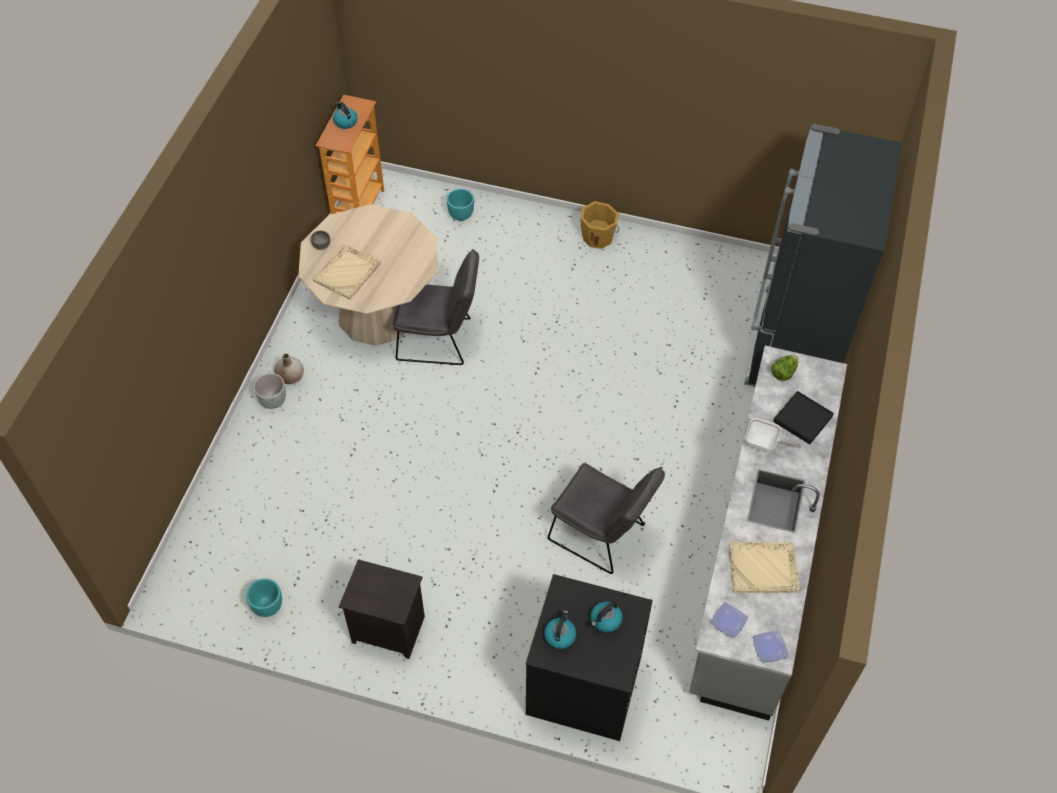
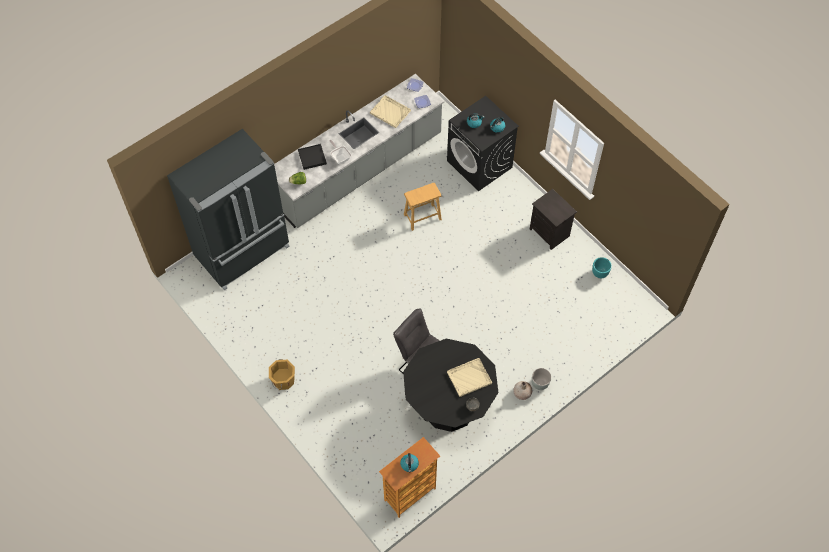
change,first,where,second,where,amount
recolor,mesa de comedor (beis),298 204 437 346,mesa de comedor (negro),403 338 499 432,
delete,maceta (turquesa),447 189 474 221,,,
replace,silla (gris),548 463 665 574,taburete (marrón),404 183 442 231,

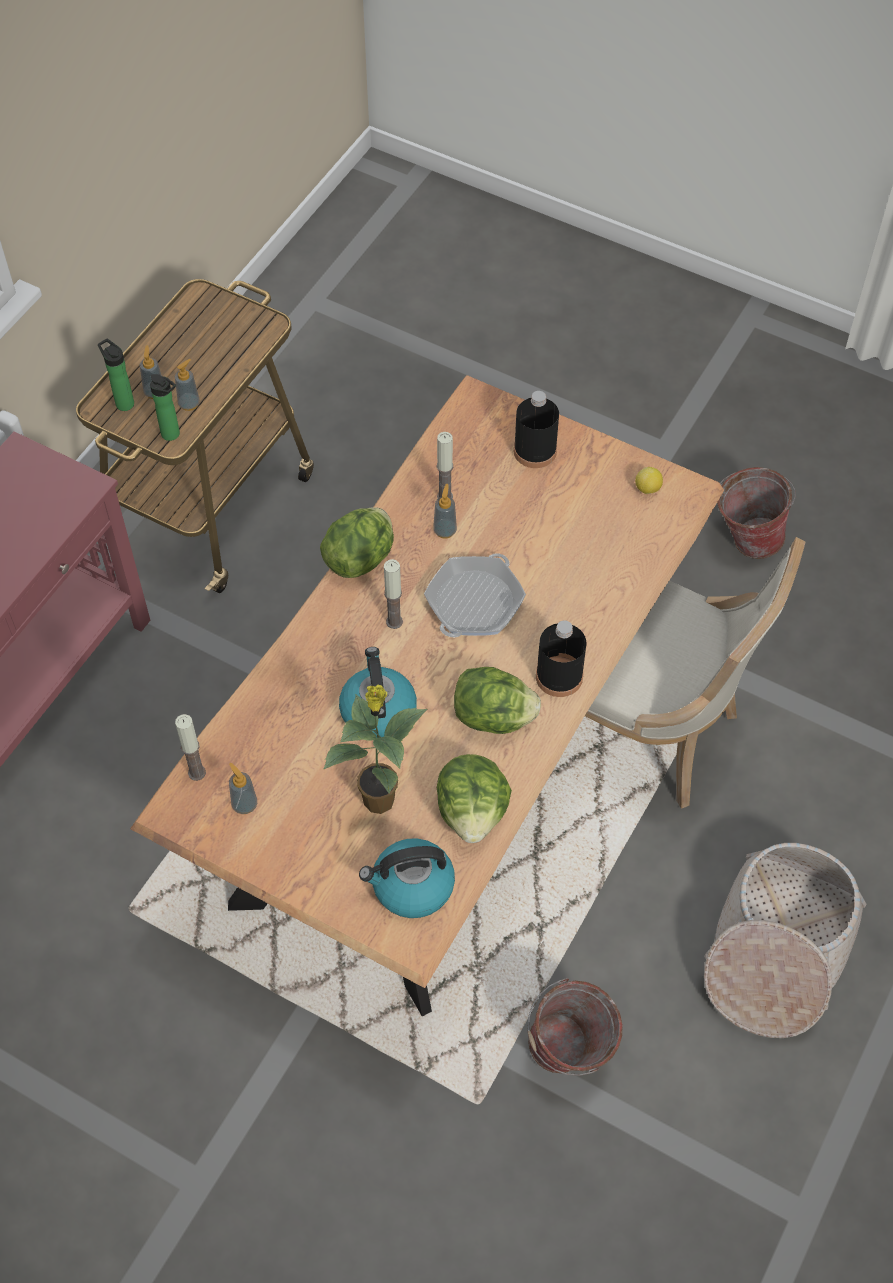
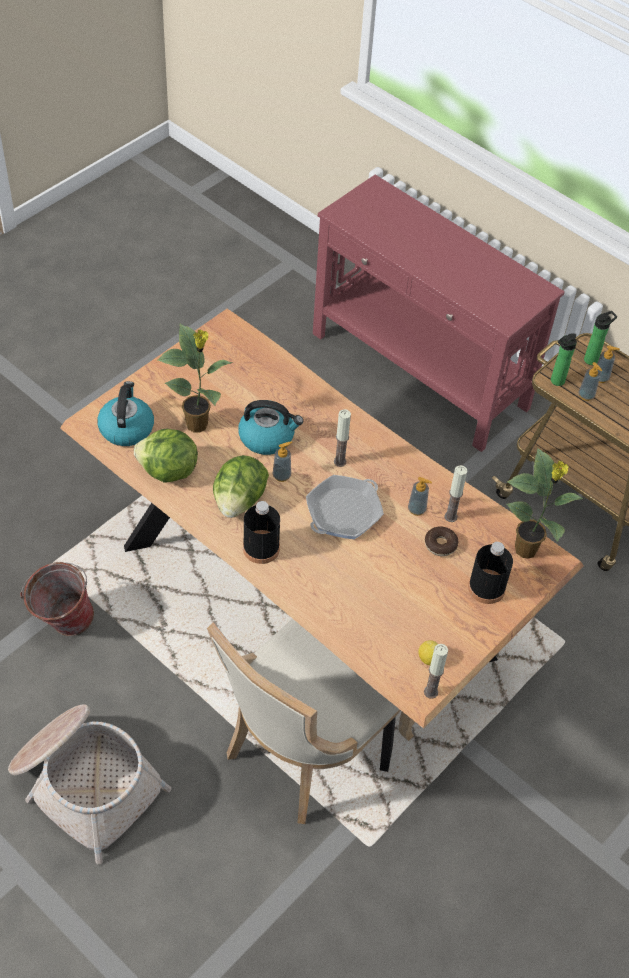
change,first,where,second,where,amount
move,vela,175 714 206 781,,424 644 448 699,
move,dispensador de jabón,229 763 257 814,,273 441 292 482,
delete,lechuga,320 507 394 578,,,
rotate,sartén,424 553 526 637,,306 475 384 539,90 degrees counterclockwise
delete,cubo,717 467 796 559,,,
insert,,,rosquilla,425 527 458 556,
insert,,,planta en maceta,506 448 584 559,

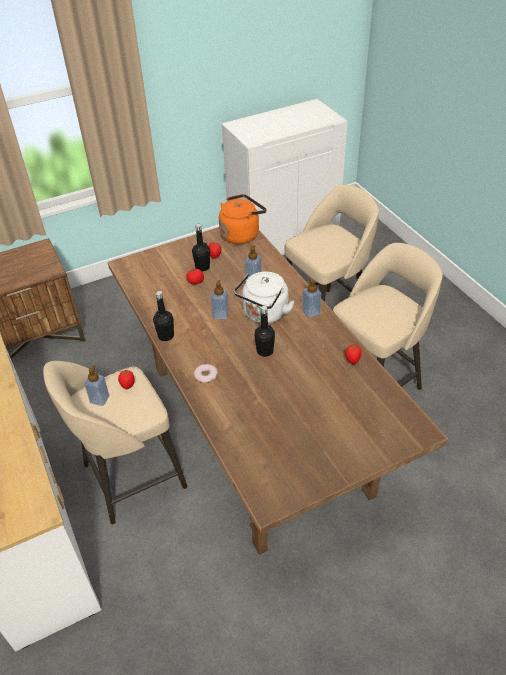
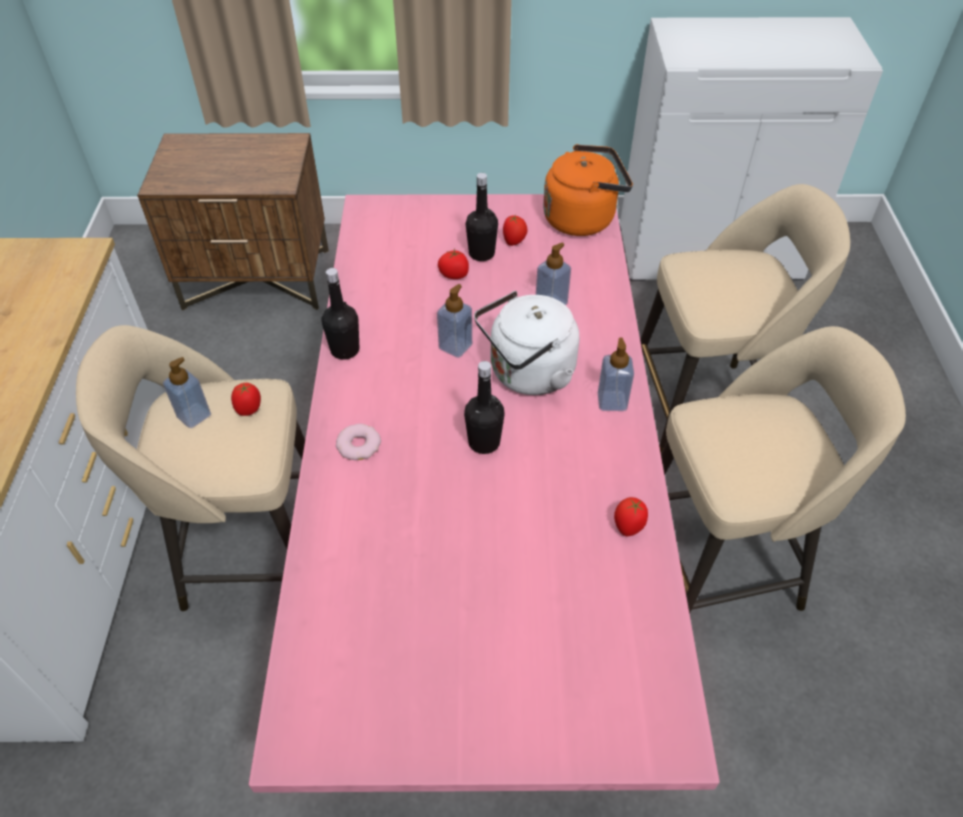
change,first,where,second,where,amount
recolor,mesa de comedor (marrón),108 227 448 555,mesa de comedor (rosa),249 194 720 793,

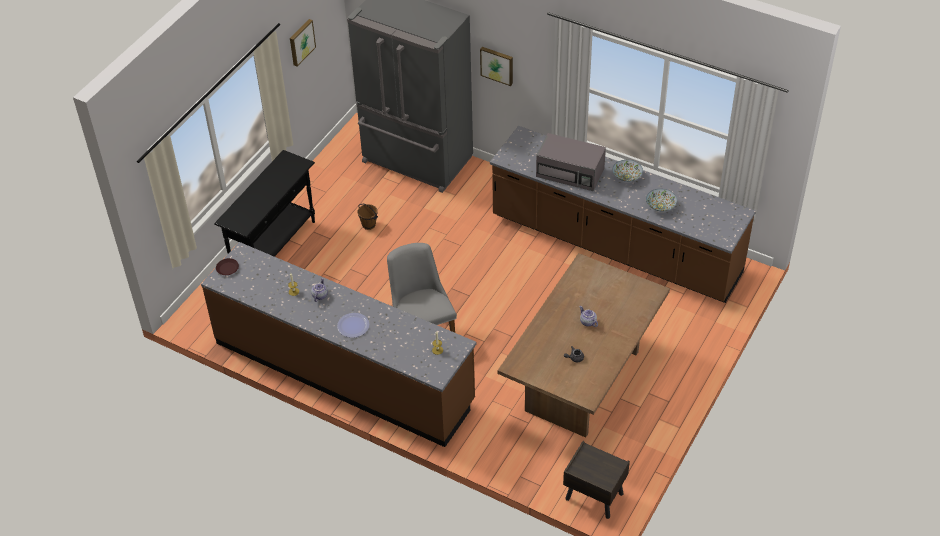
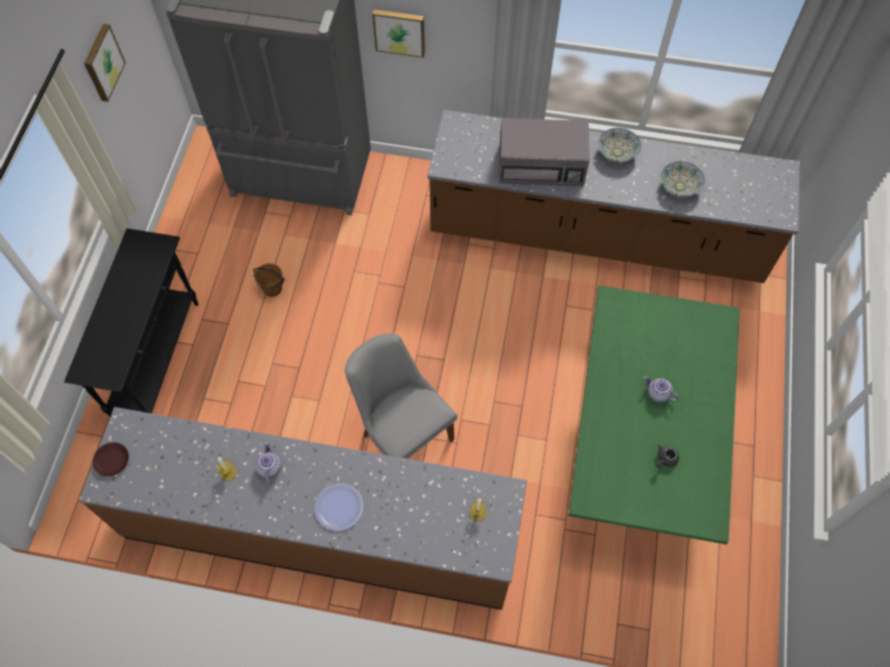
change,first,where,second,where,amount
recolor,mesa de comedor (marrón),498 253 670 438,mesa de comedor (verde),568 285 740 544,
delete,mesita de noche (marrón),563 441 630 519,,,

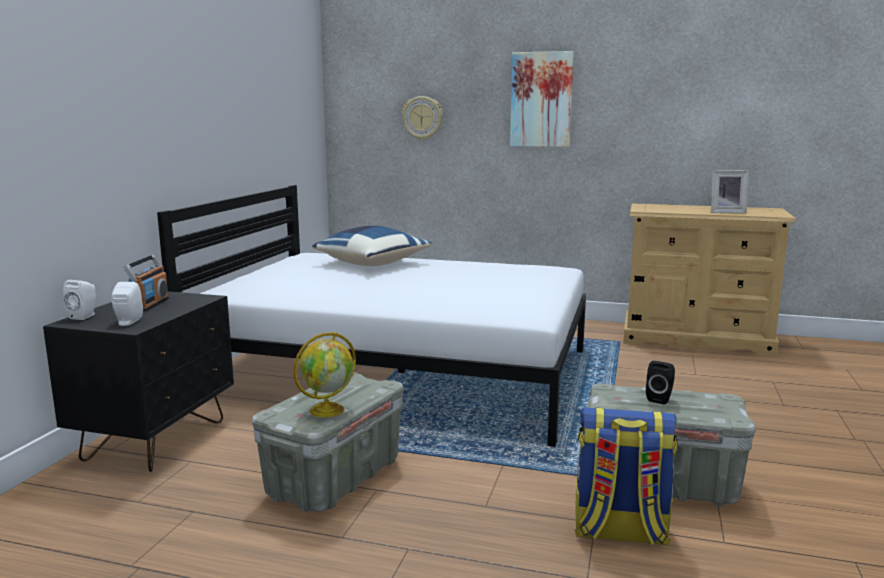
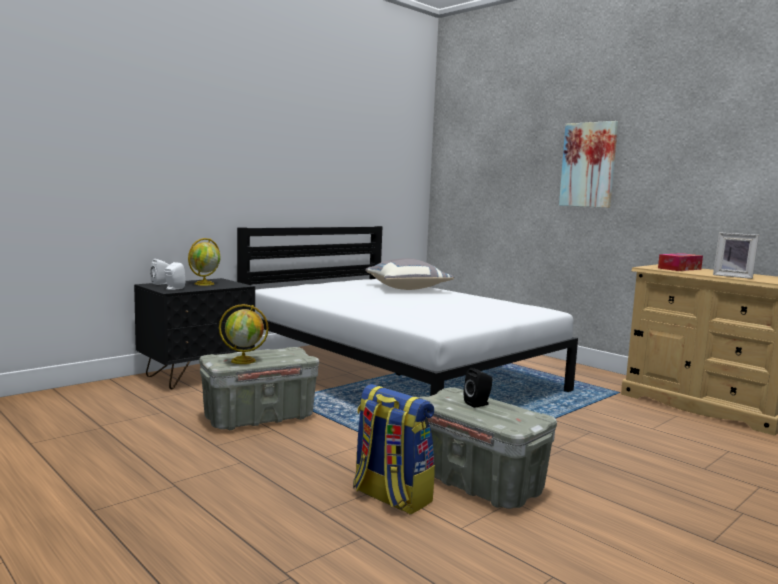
change,first,where,second,where,amount
replace,radio,123 255 169 312,globo terráqueo,188 238 221 285,
recolor,cojín (azul),312 226 432 266,cojín (gris),365 258 454 290,
delete,reloj de pared,402 96 443 140,,,
insert,,,caja de pañuelos,658 253 703 271,

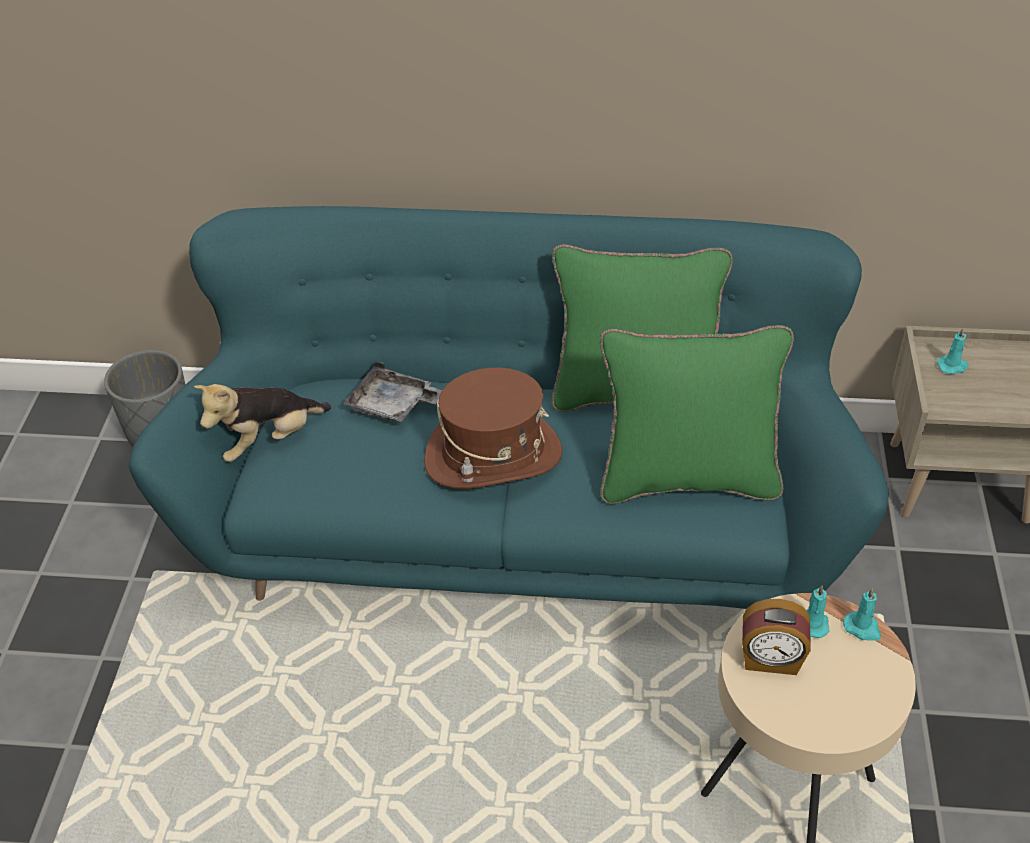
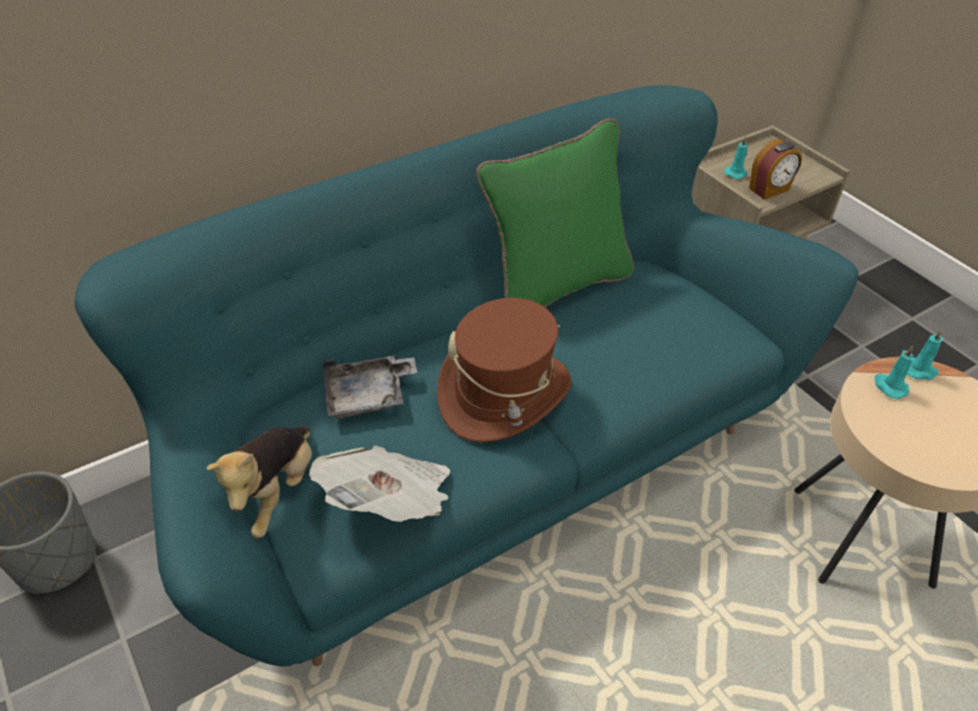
change,first,where,second,where,amount
delete,cojín (verde),600 325 794 504,,,
move,despertador,742 599 811 675,,749 139 802 199,
insert,,,periódico,309 445 450 522,

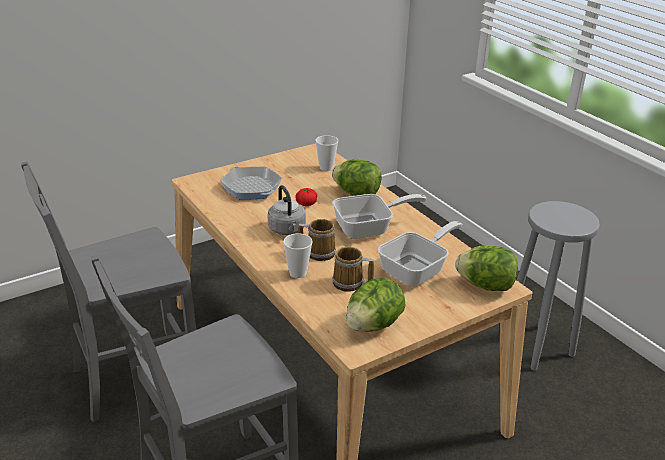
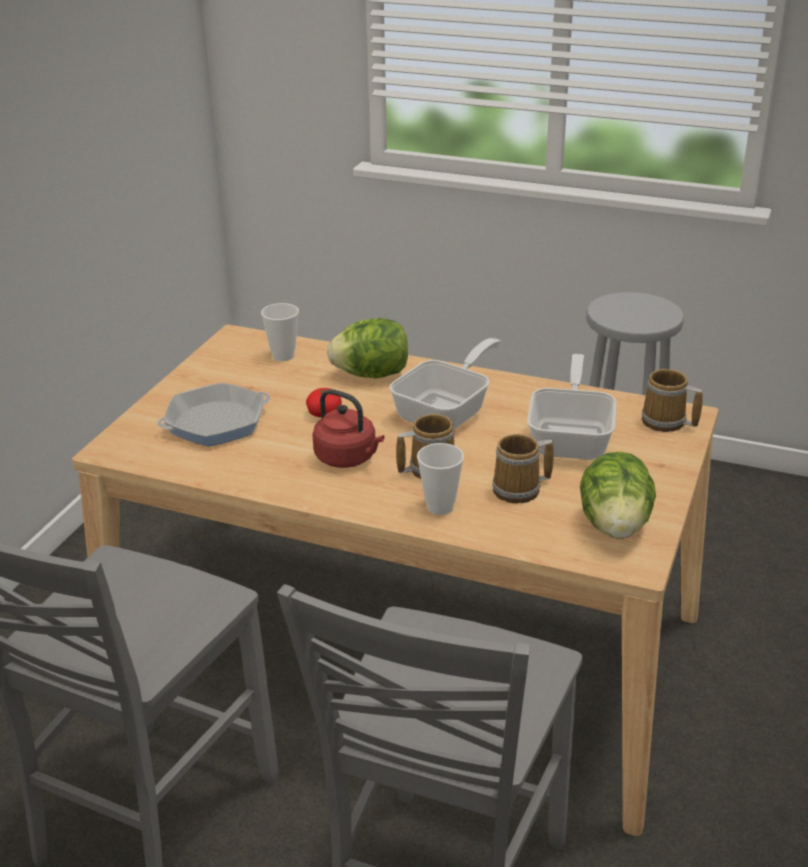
change,first,where,second,where,amount
rotate,sartén,220 166 282 200,,157 383 270 446,135 degrees clockwise
recolor,hervidor (gris),268 185 306 235,hervidor (rojo),312 389 384 468,
replace,lechuga,455 245 518 291,taza grande,642 369 703 432,

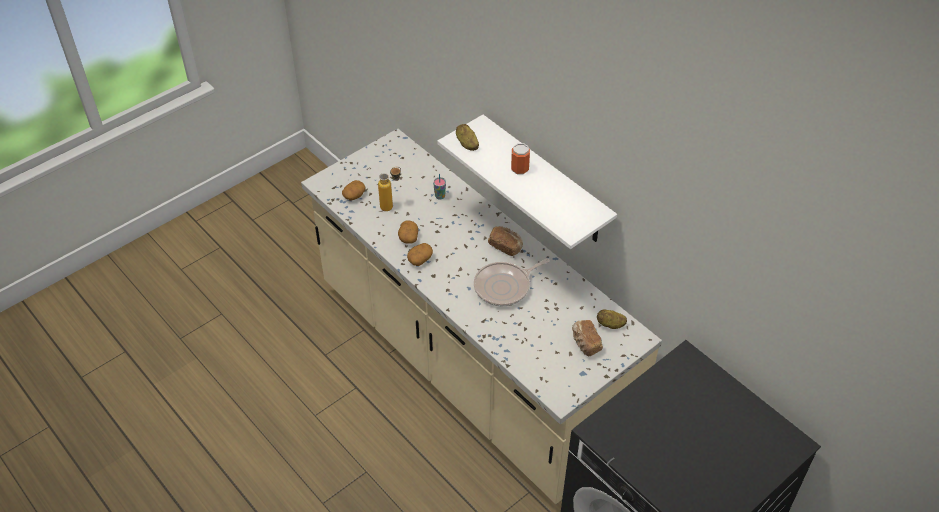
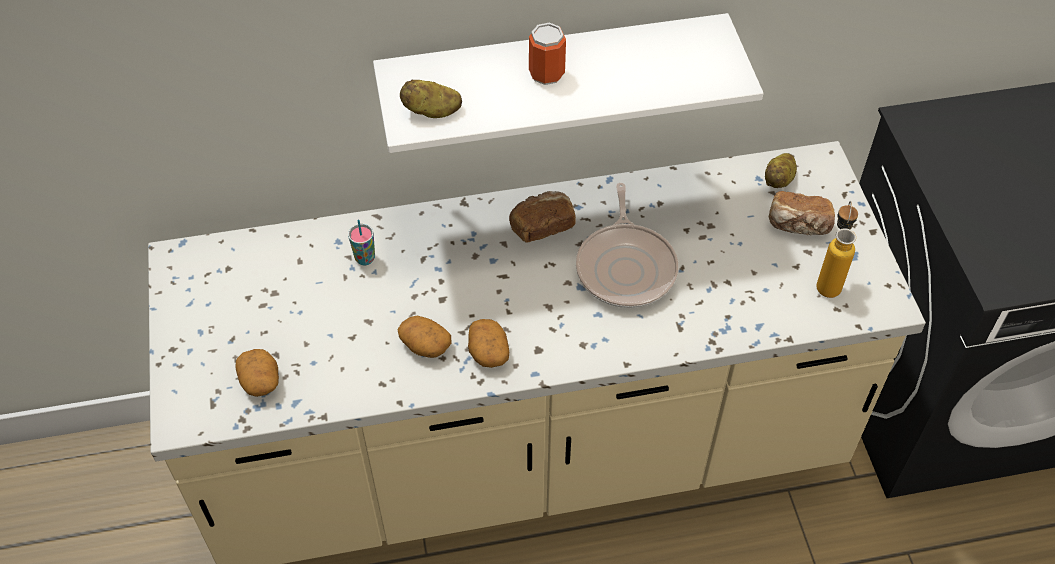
change,first,where,second,where,amount
move,botella,378 167 401 211,,816 201 858 298,

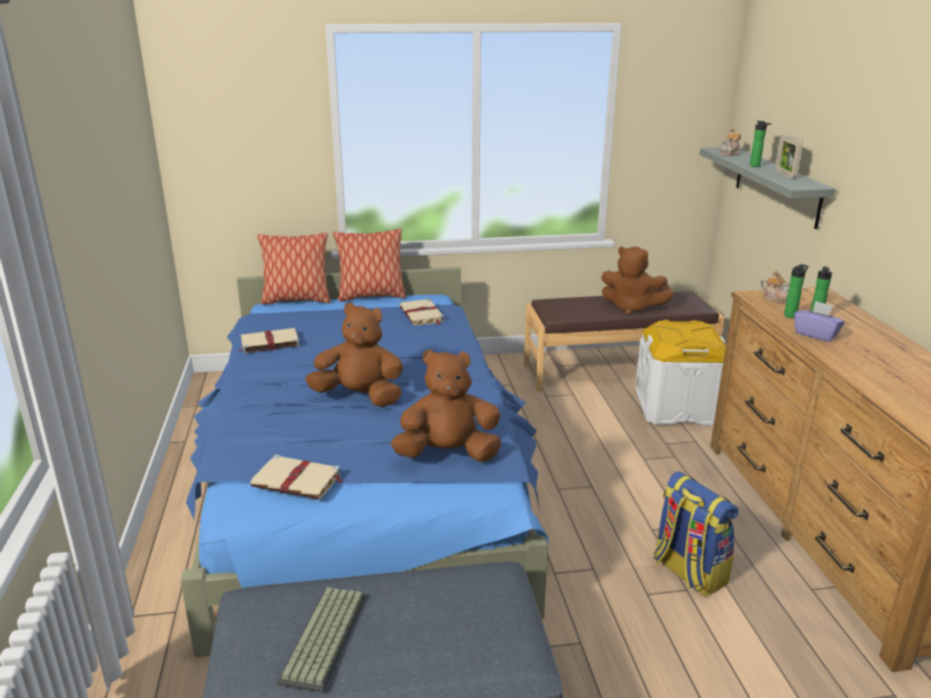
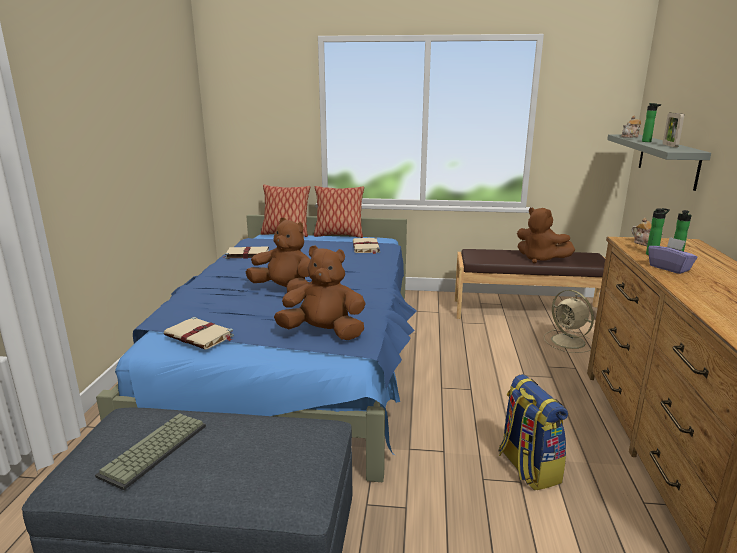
change,first,where,second,where,amount
replace,caja de almacenaje (blanco),635 320 726 426,ventilador (beis),543 290 594 353,

